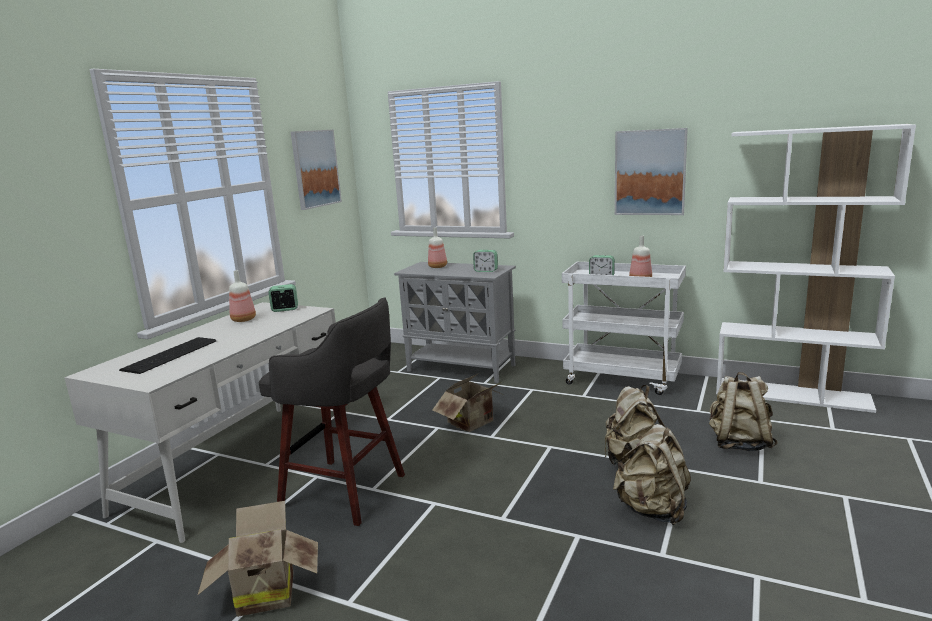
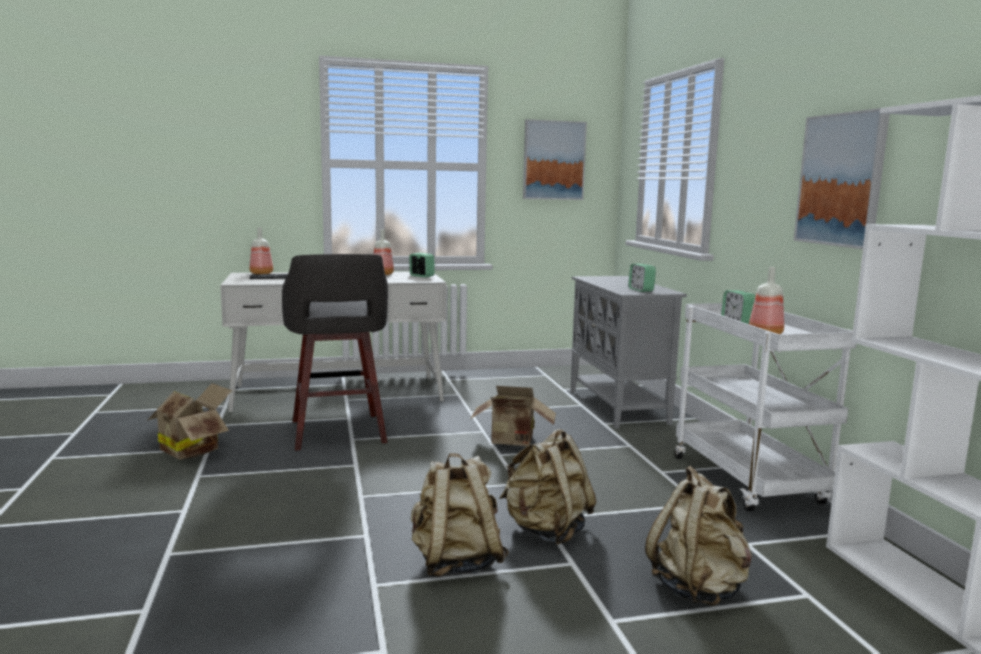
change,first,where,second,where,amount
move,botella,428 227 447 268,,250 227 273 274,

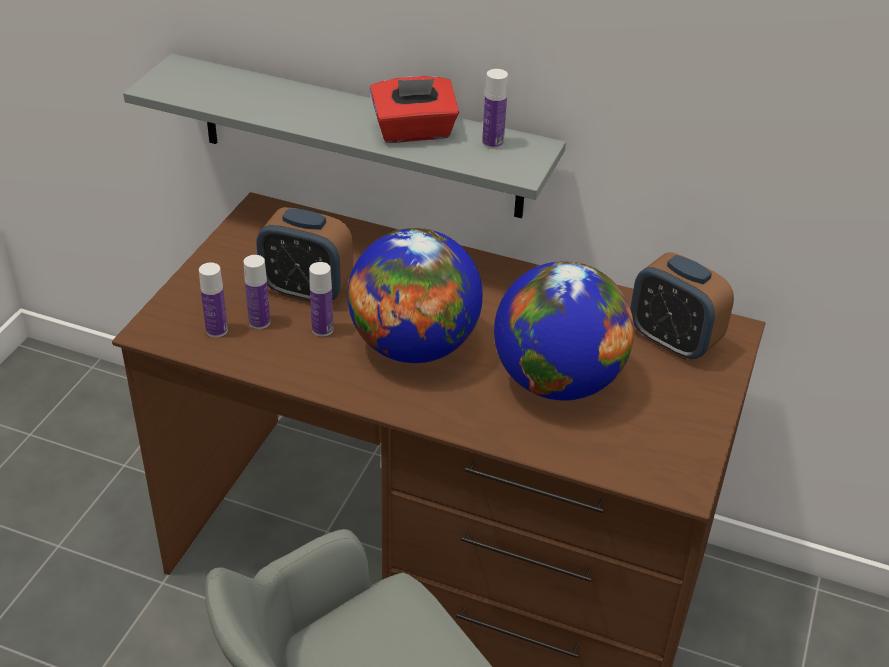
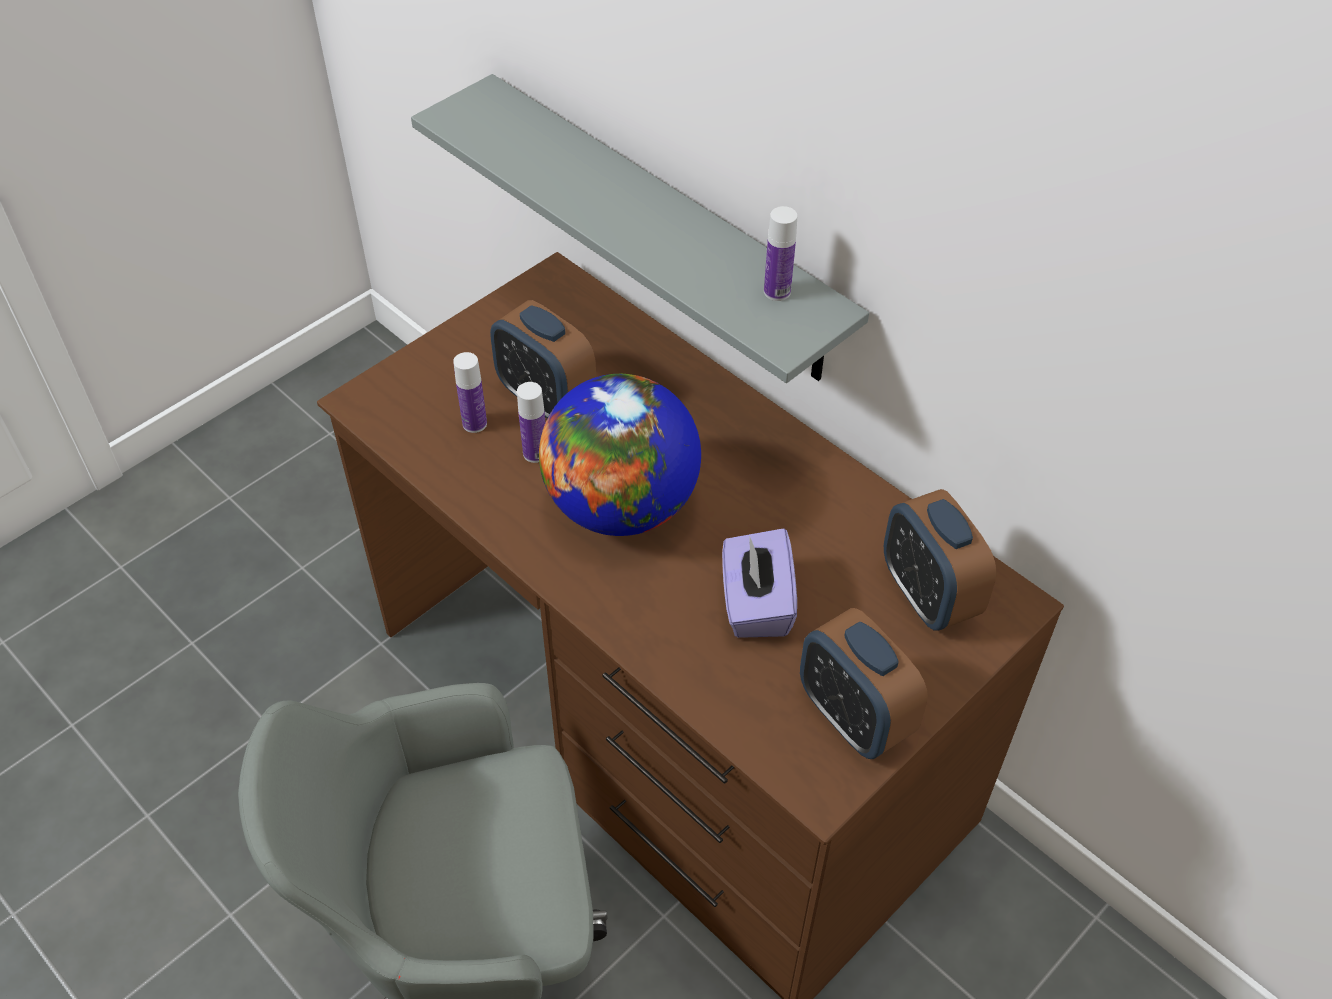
change,first,where,second,where,amount
delete,botella,199 263 228 337,,,
delete,caja de pañuelos (rojo),370 76 459 143,,,
replace,globo terráqueo,494 261 634 401,caja de pañuelos (morado),722 528 797 638,
insert,,,despertador,800 608 928 759,

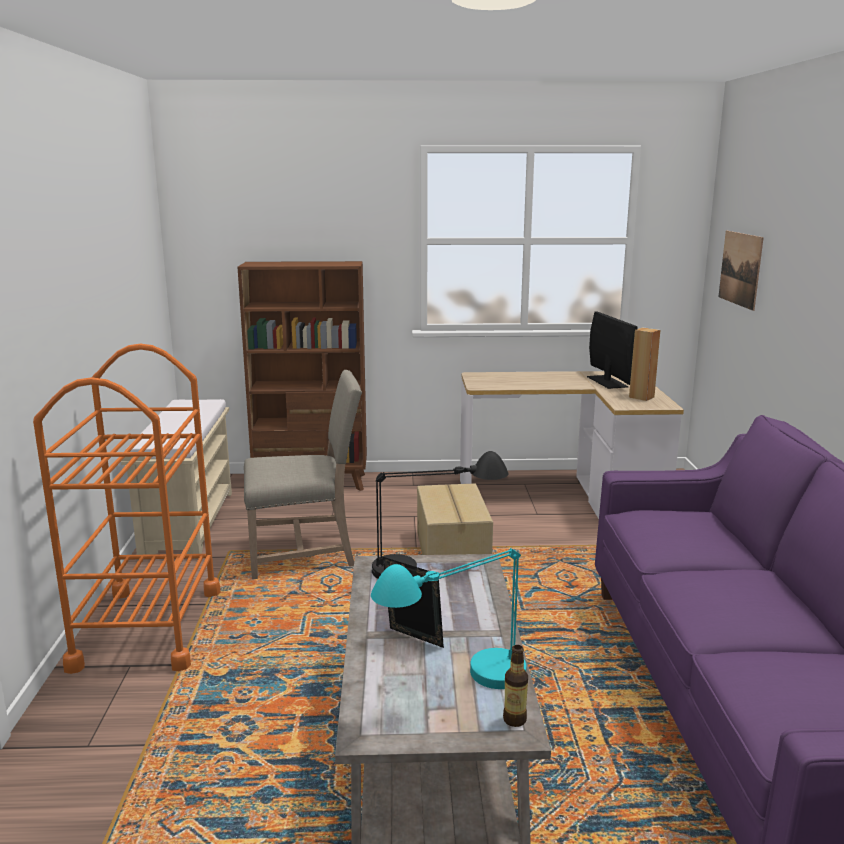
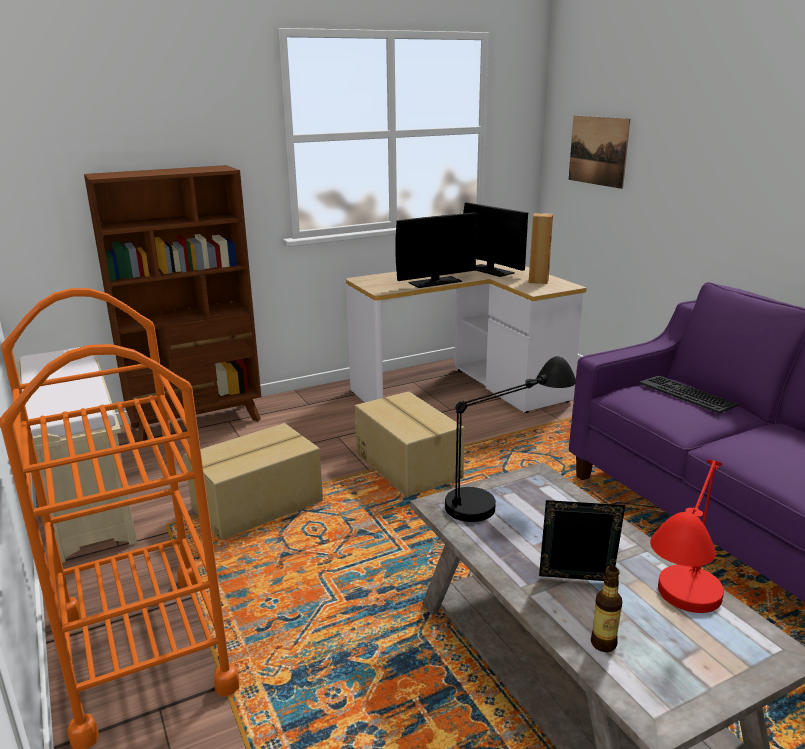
change,first,where,second,where,amount
replace,silla (beis),244 370 362 579,caja de cartón,184 423 323 540,
recolor,lámpara de mesa (turquesa),371 548 527 689,lámpara de mesa (rojo),650 460 724 613,
move,botella,503 645 528 727,,591 566 622 652,
insert,,,monitor,395 213 477 288,
insert,,,teclado,639 375 739 413,

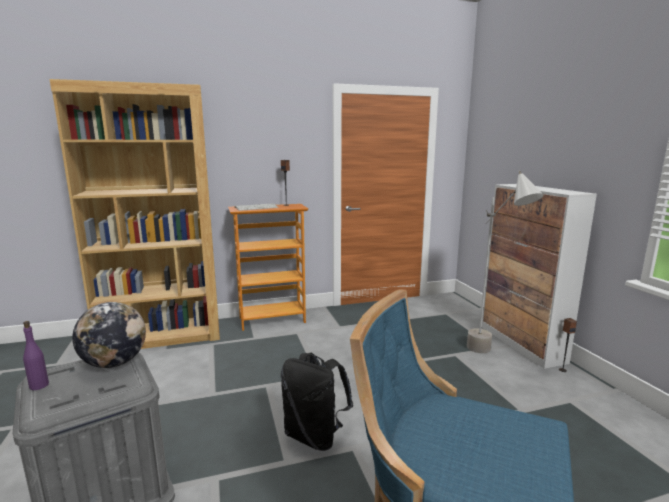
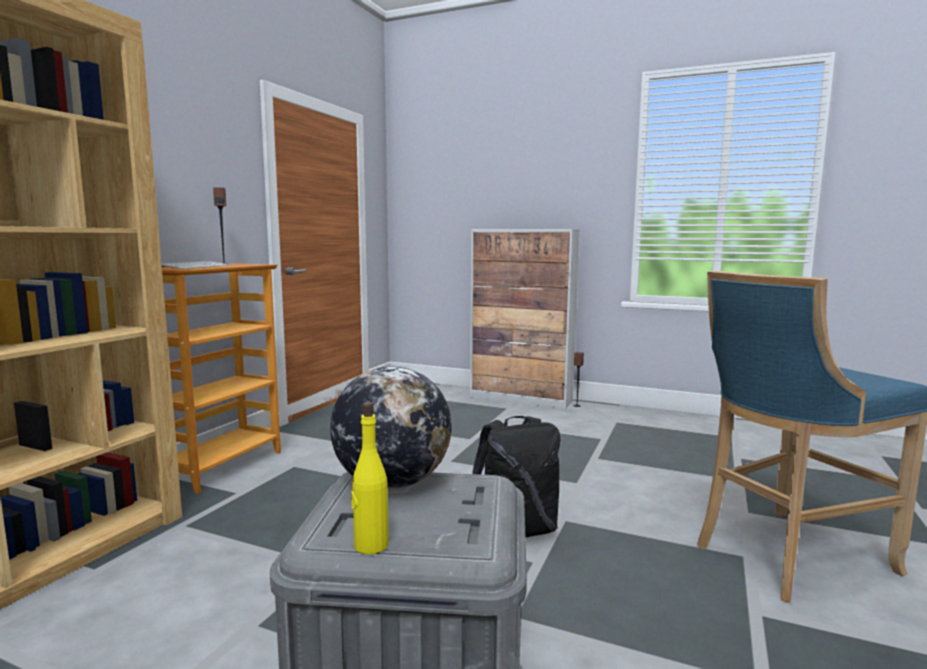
change,first,where,second,where,amount
recolor,botella (morado),23 321 49 390,botella (amarillo),351 402 389 555,
delete,lámpara de pie (gris),467 171 544 353,,,

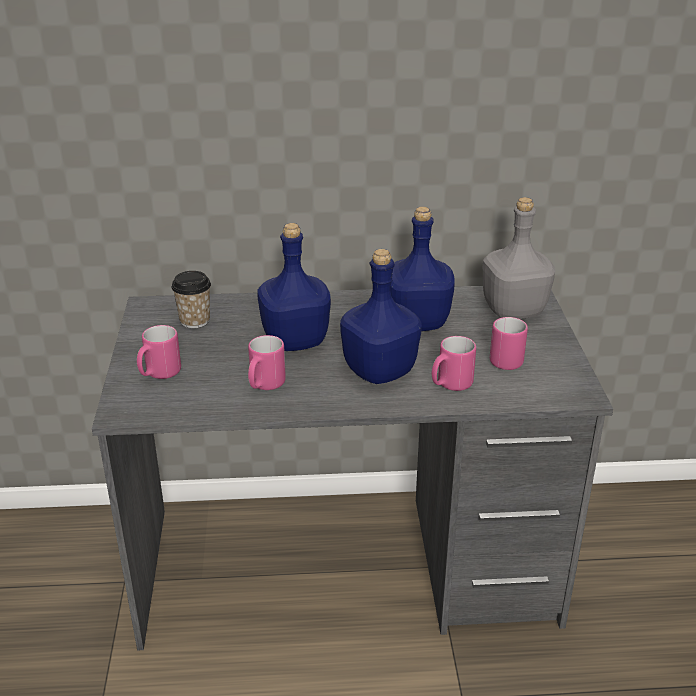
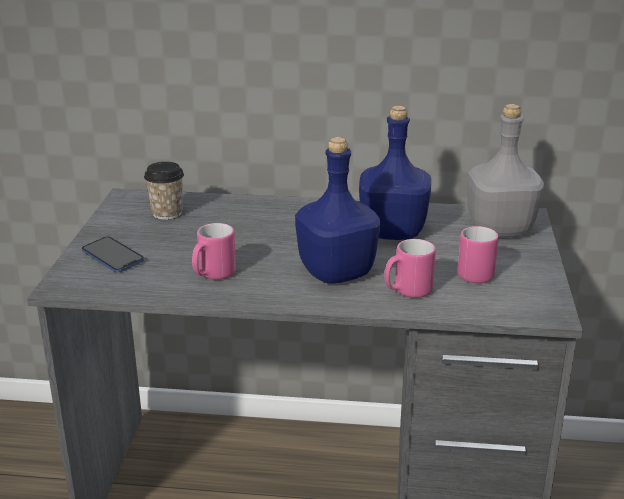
change,first,where,second,where,amount
replace,taza grande (rosa),137 325 181 379,móvil,82 236 144 273,
delete,botella (azul),257 223 331 351,,,

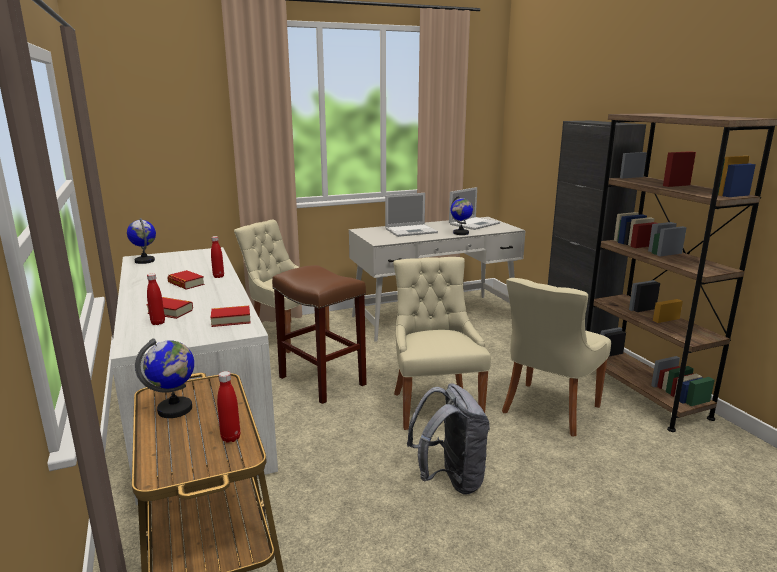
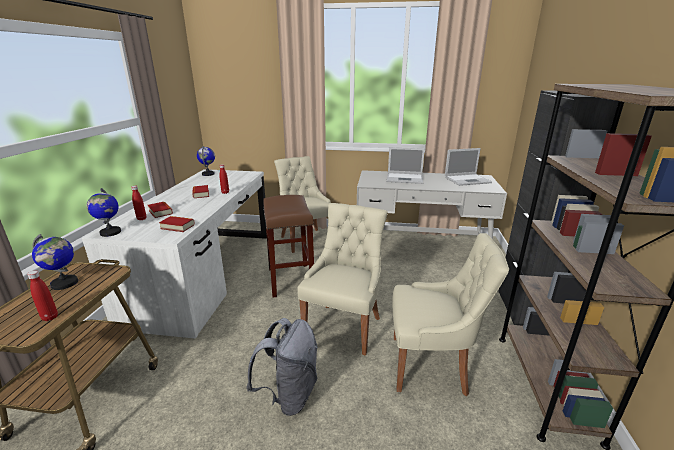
change,first,where,second,where,amount
move,globo terráqueo,450 195 473 235,,87 188 121 237,
rotate,silla (beis),502 278 611 437,,392 233 509 396,150 degrees counterclockwise

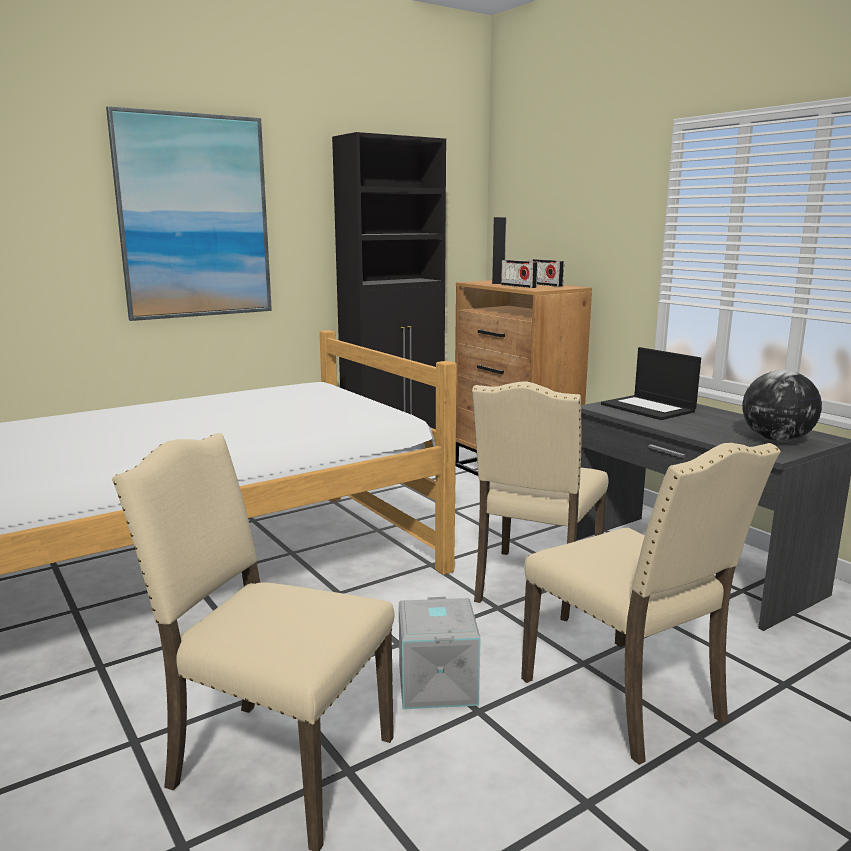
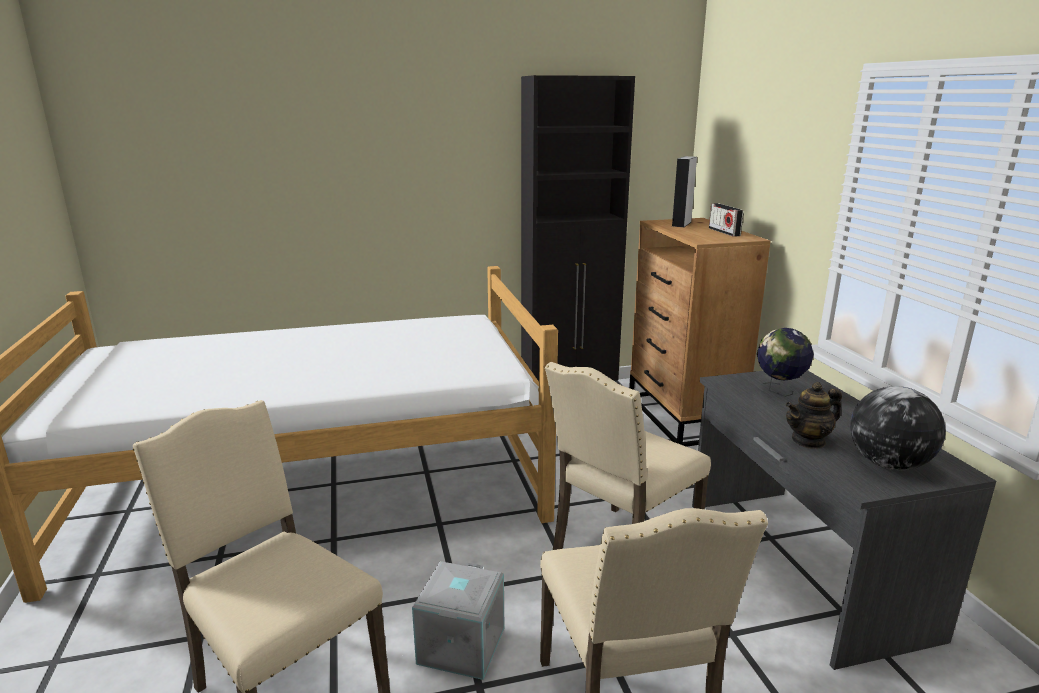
change,first,where,second,where,amount
delete,cuadro,106 106 272 321,,,
delete,radio,501 260 538 288,,,
replace,portátil,601 347 701 420,globo terráqueo,757 328 814 397,
insert,,,tetera,786 382 842 449,

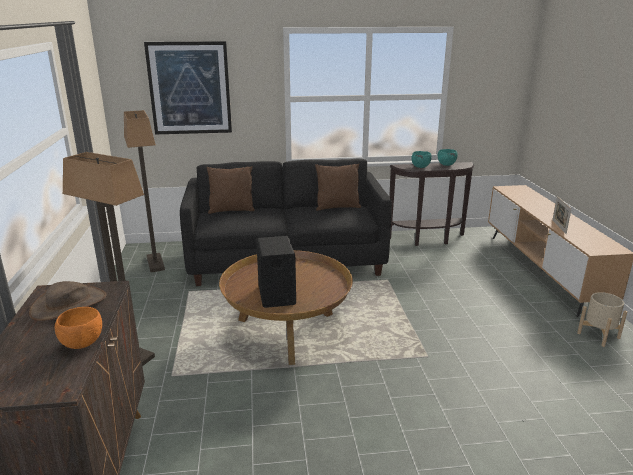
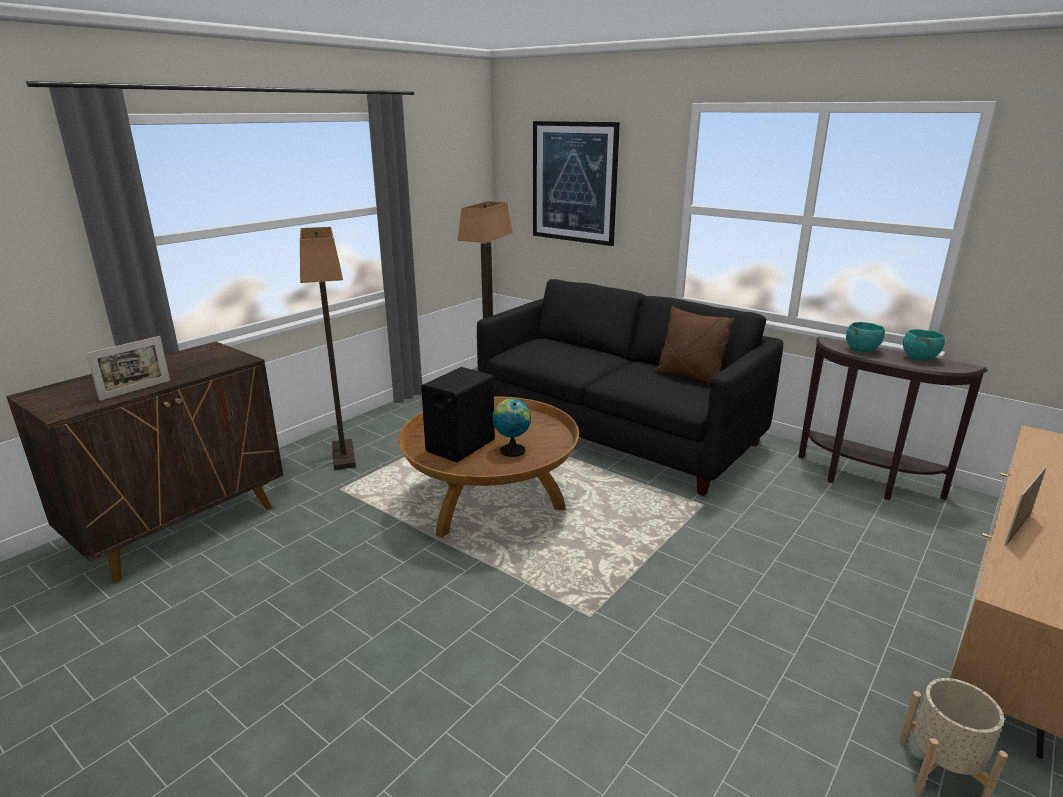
change,first,where,second,where,amount
delete,sombrero (marrón),29 281 106 321,,,
replace,cuenco (naranja),55 307 102 349,portarretratos,86 336 170 401,
delete,cojín (marrón),207 166 255 214,,,
insert,,,globo terráqueo,492 399 531 457,

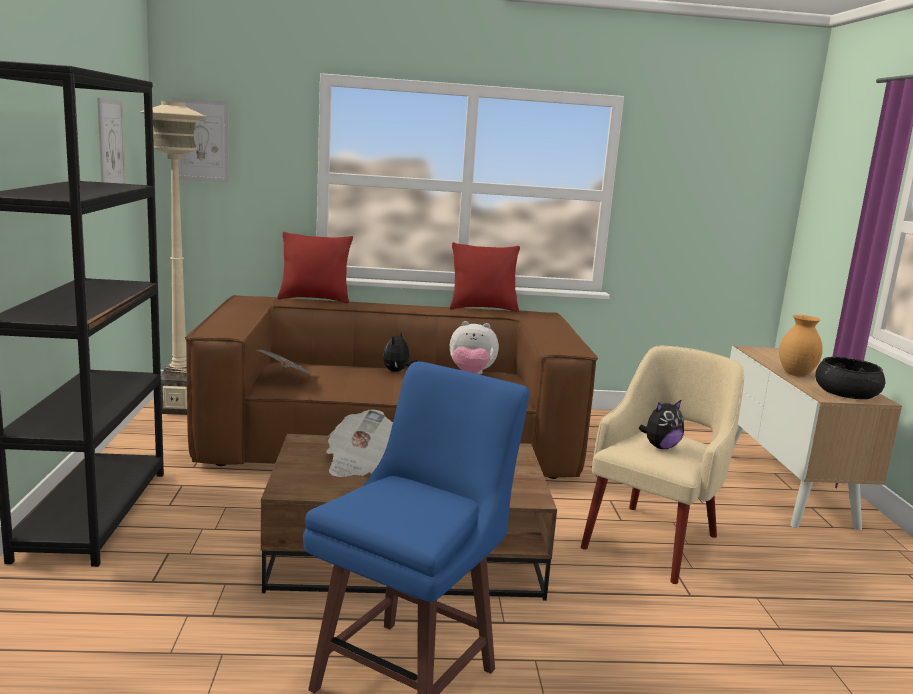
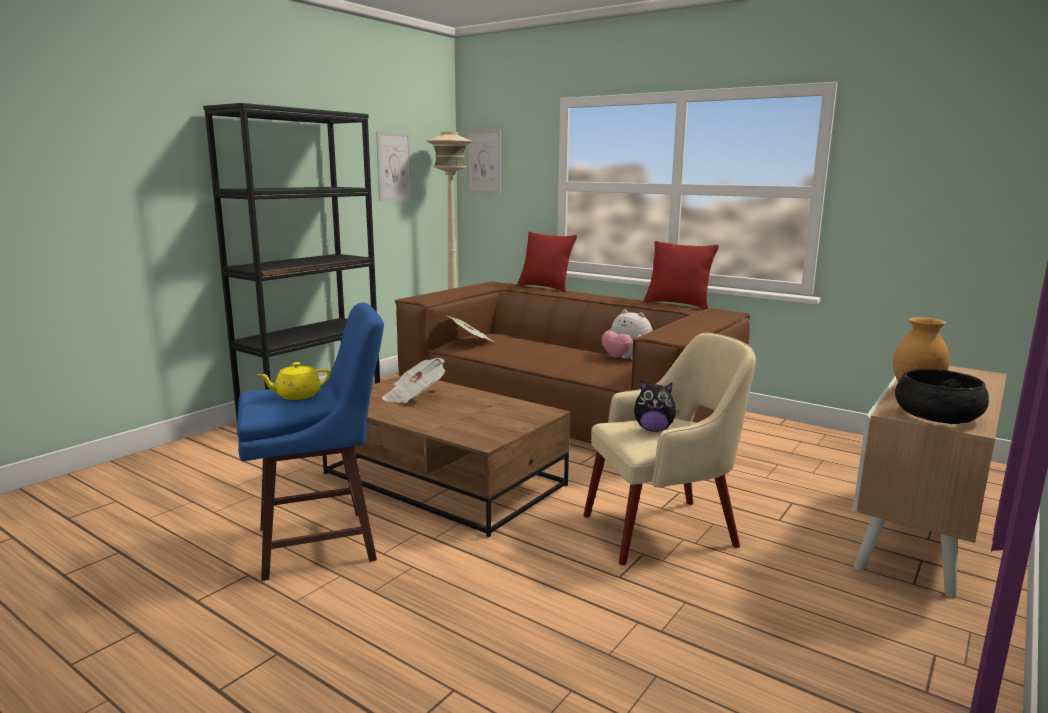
change,first,where,second,where,amount
delete,peluche,383 333 418 372,,,
insert,,,tetera (amarillo),257 362 330 400,

